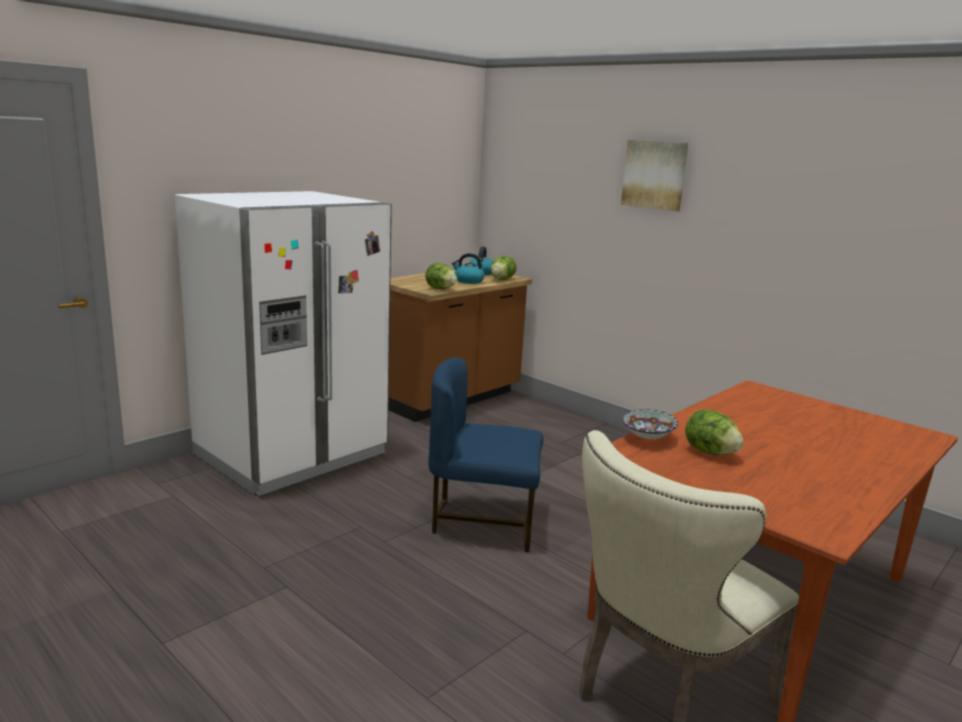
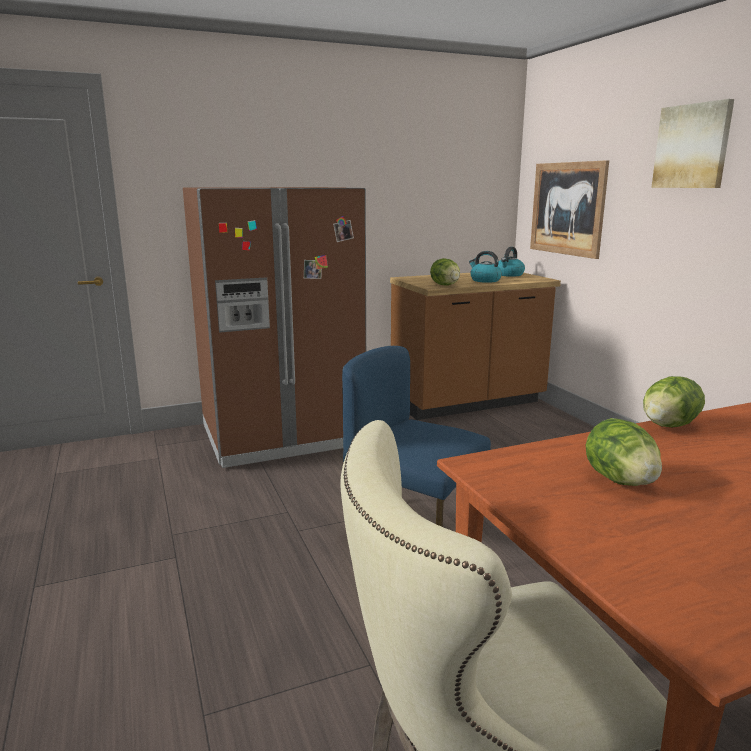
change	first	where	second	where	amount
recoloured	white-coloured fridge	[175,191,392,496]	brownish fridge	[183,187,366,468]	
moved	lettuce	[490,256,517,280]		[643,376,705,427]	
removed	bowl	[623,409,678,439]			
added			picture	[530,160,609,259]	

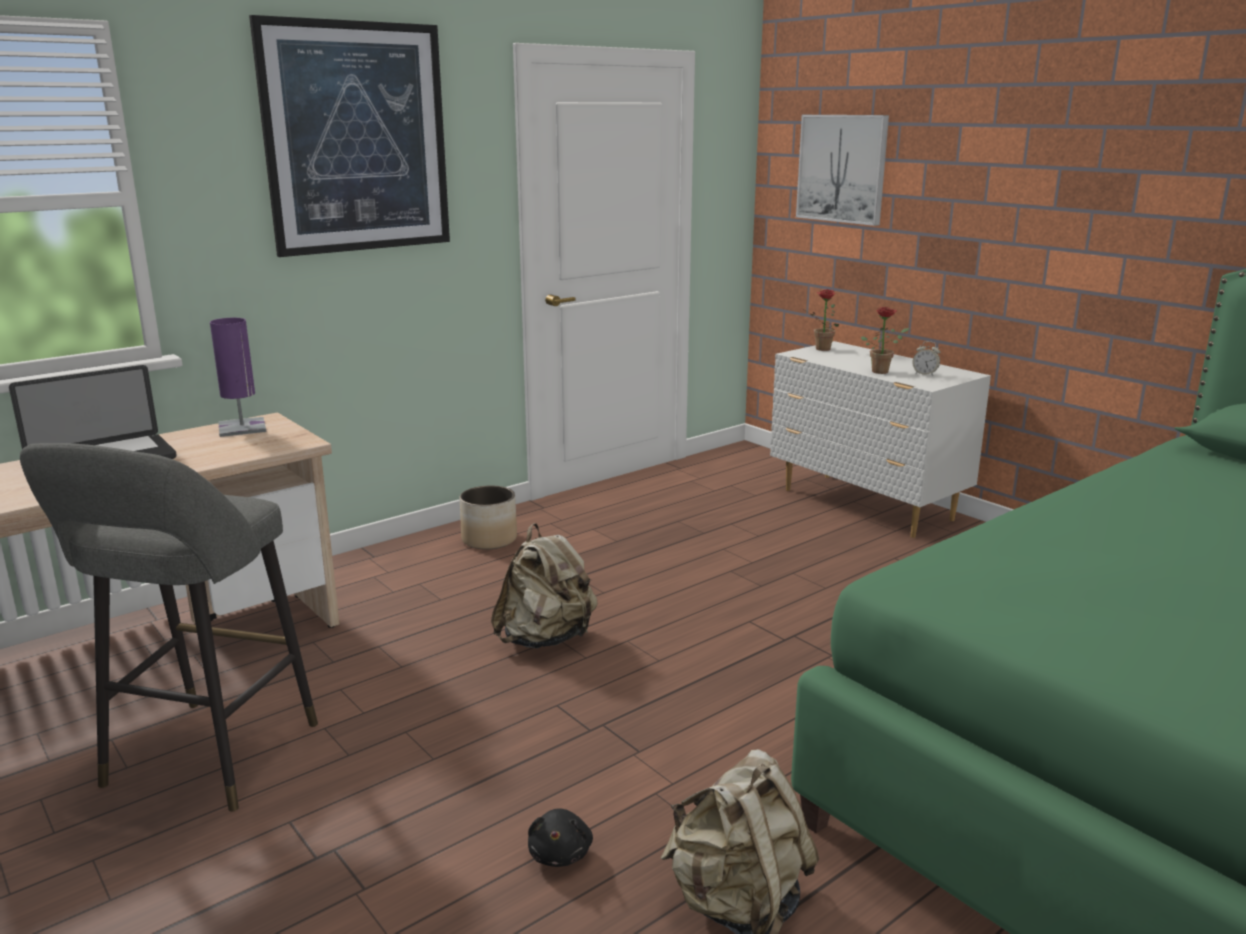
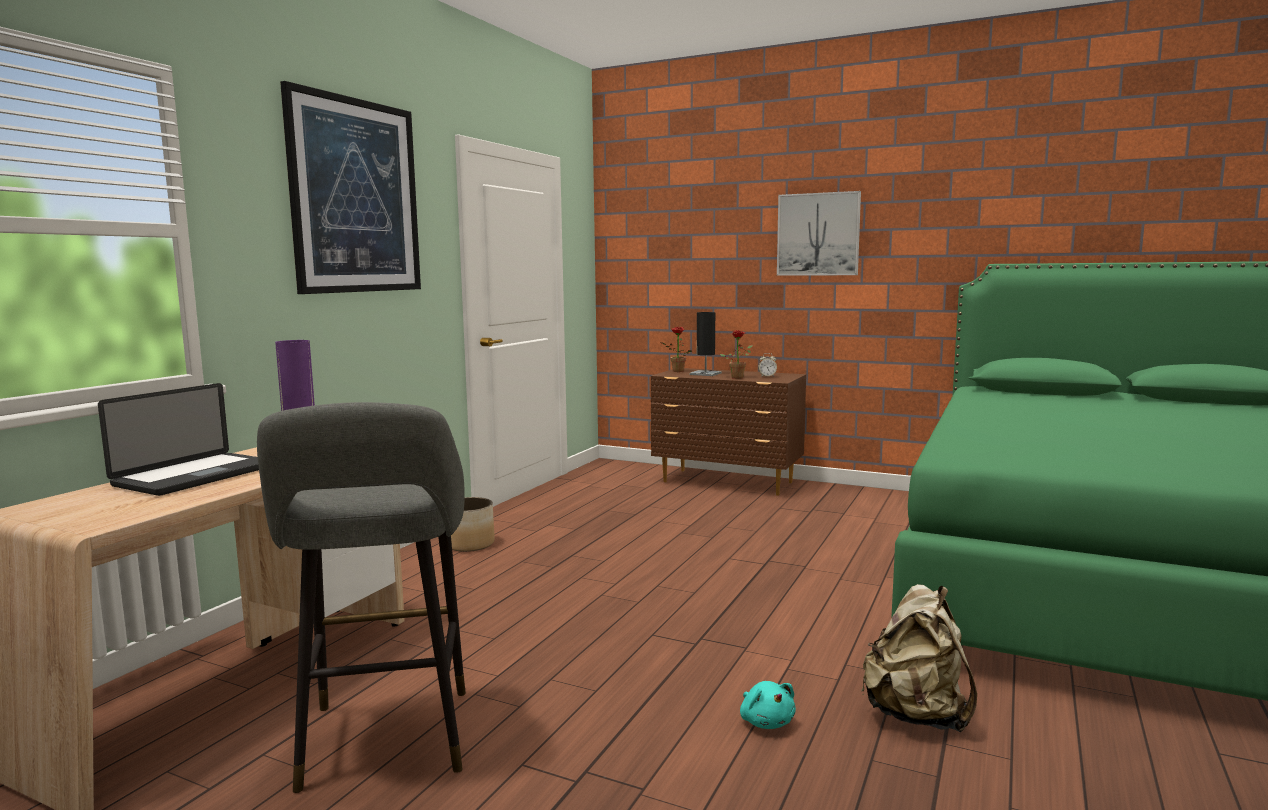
change	first	where	second	where	amount
moved	picture	[796,115,889,226]		[777,191,861,276]	
recoloured	white-coloured dresser	[770,341,991,538]	brownish dresser	[651,368,806,496]	
removed	beige backpack	[491,523,598,648]			
recoloured	blackish soft toy	[528,808,593,867]	blue-green soft toy	[740,681,796,729]	
added			blackish tabletop lamp	[690,312,722,376]	

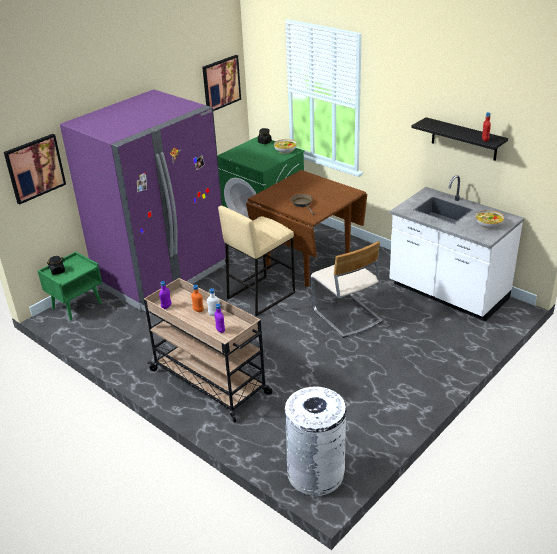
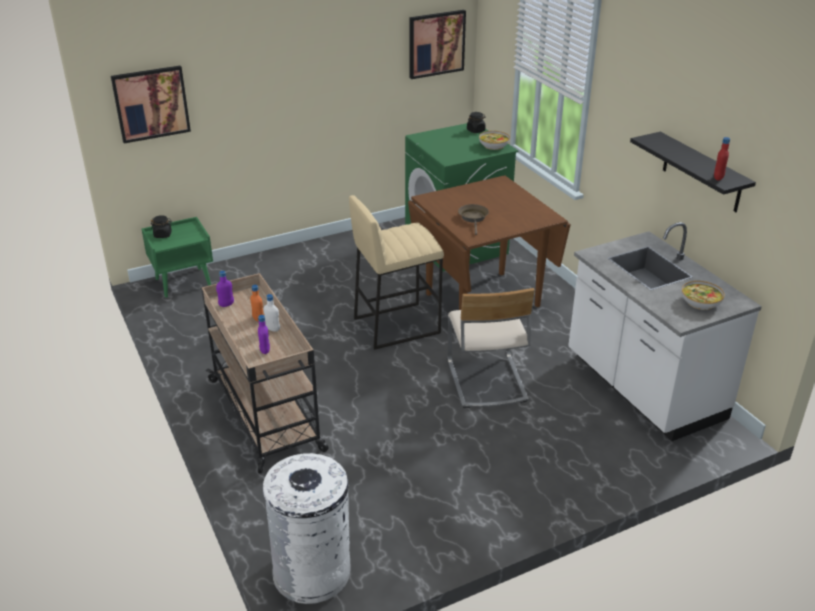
change	first	where	second	where	amount
removed	purplish fridge	[60,89,226,312]			

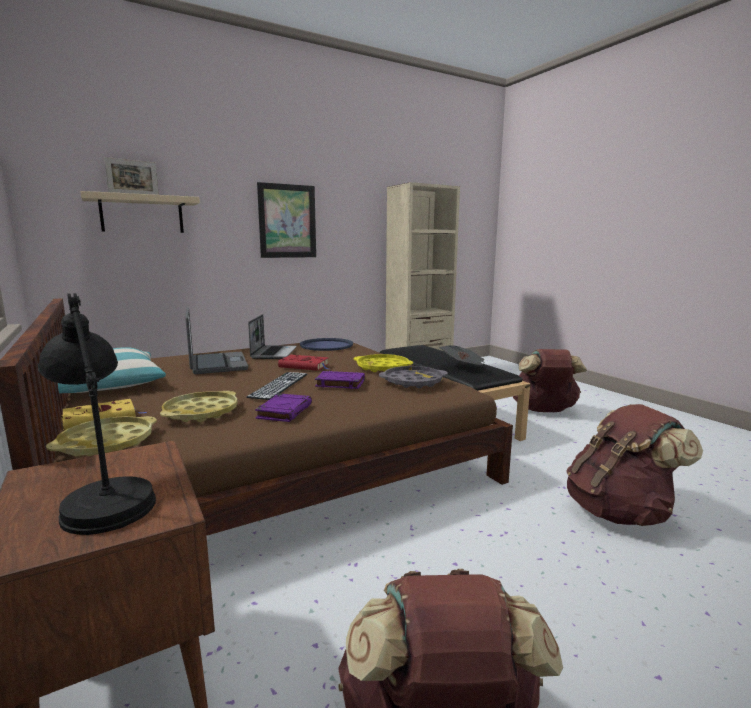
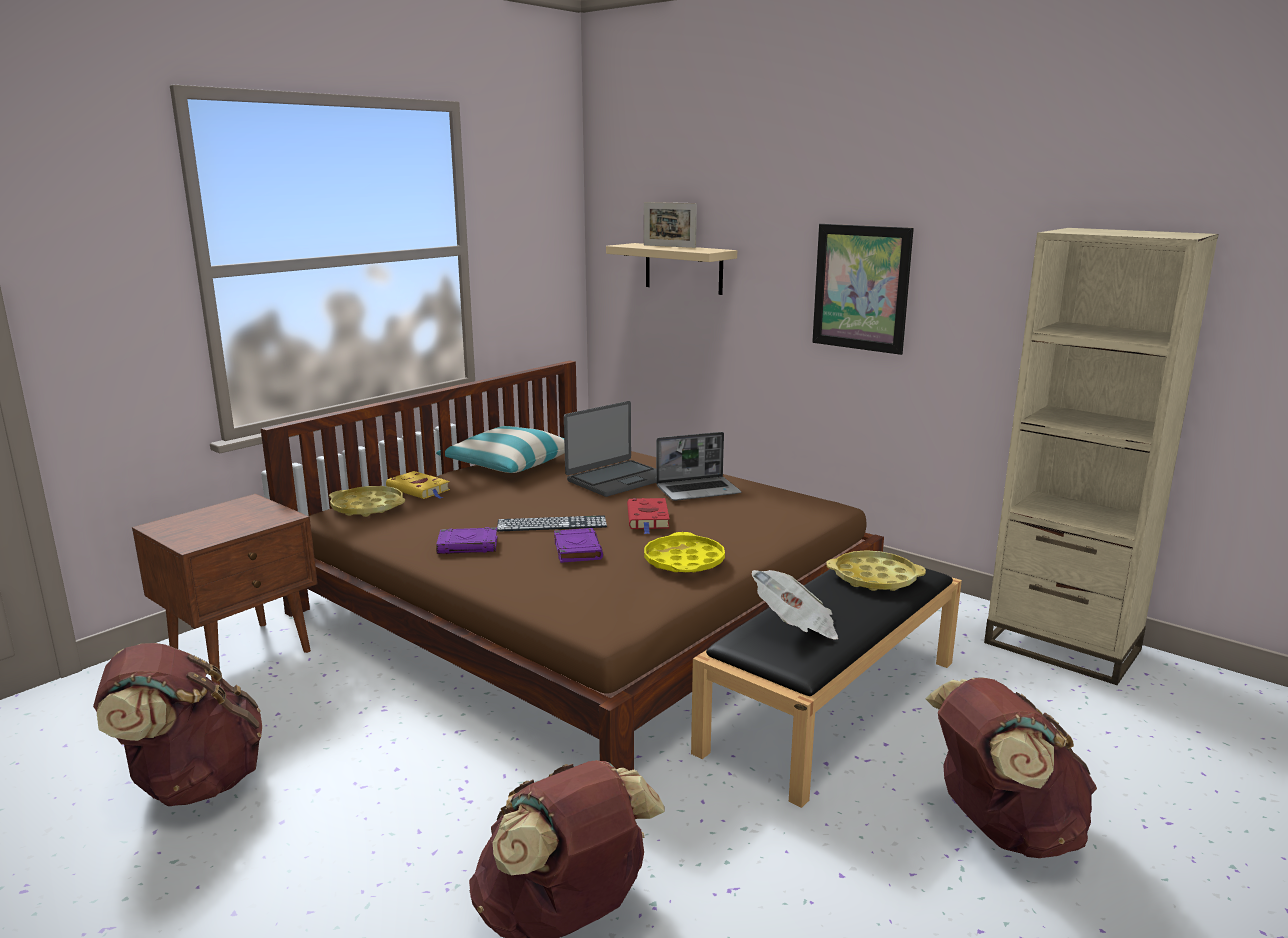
change	first	where	second	where	amount
removed	blackish tabletop lamp	[38,293,156,535]			
removed	blue serving tray	[300,338,353,351]			
removed	gray serving tray	[379,366,448,388]			
moved	yellow serving tray	[160,391,238,422]		[826,550,926,591]	

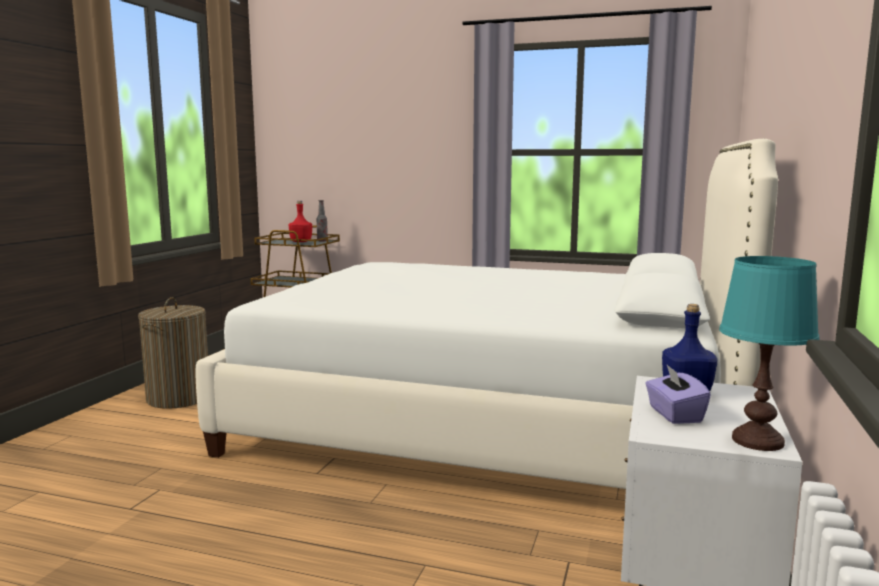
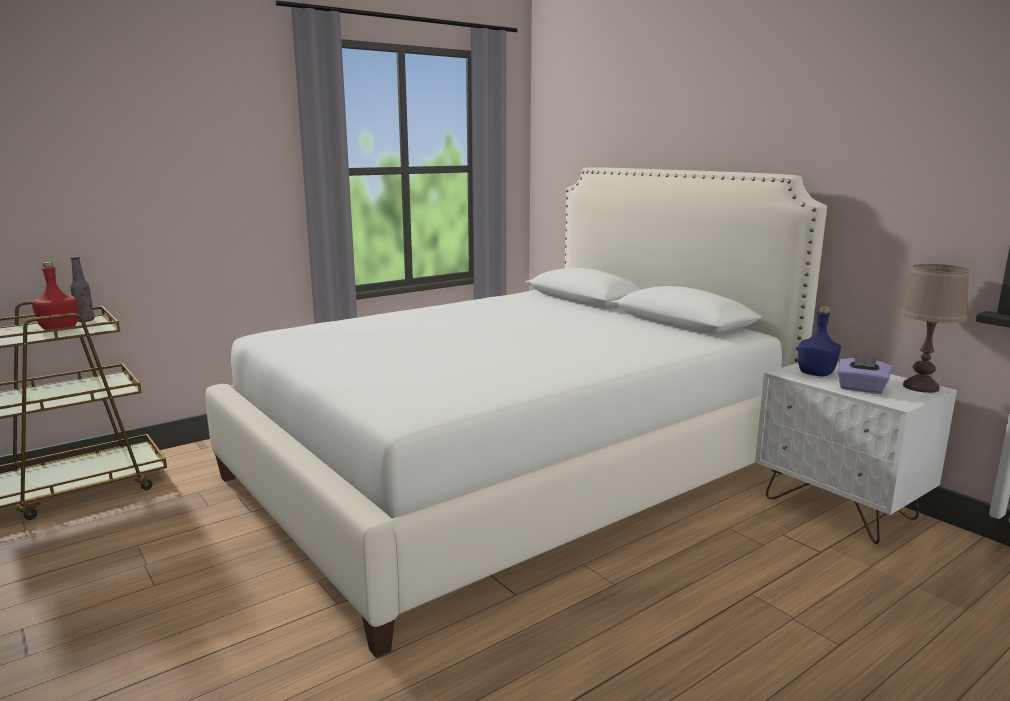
change	first	where	second	where	amount
recoloured	blue-green tabletop lamp	[719,256,819,451]	brownish tabletop lamp	[899,264,969,393]	
removed	washing basket	[138,297,208,409]			

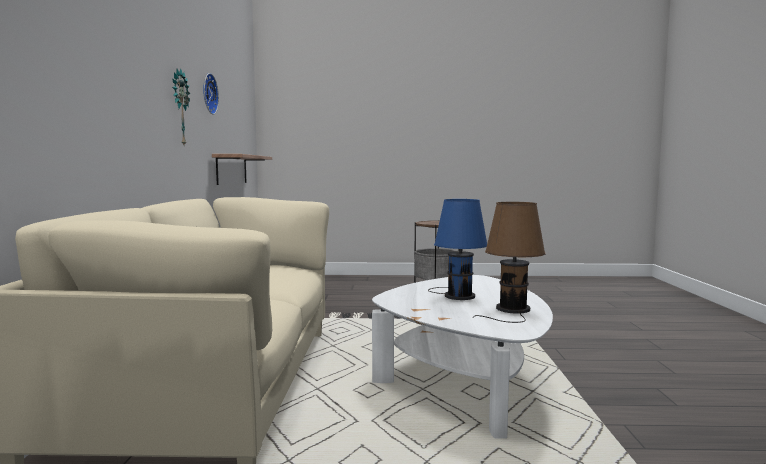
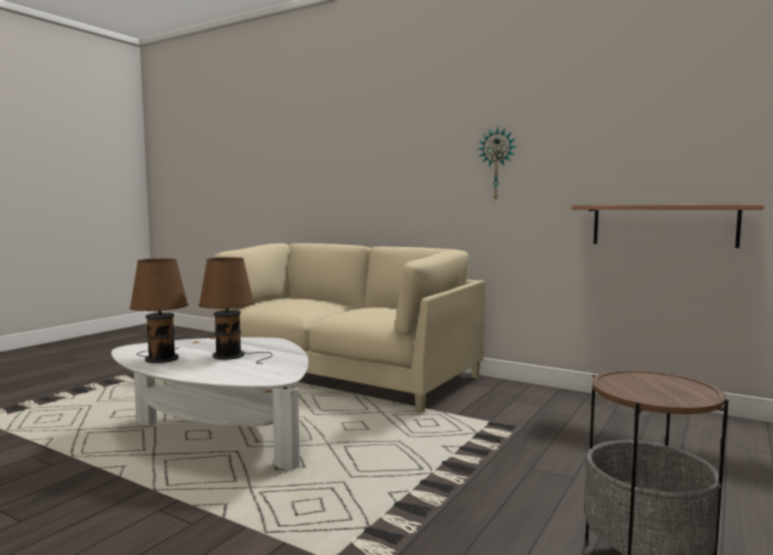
change	first	where	second	where	amount
removed	wall clock	[203,73,219,115]			
recoloured	blue tabletop lamp	[428,199,487,300]	brownish tabletop lamp	[199,257,273,364]	

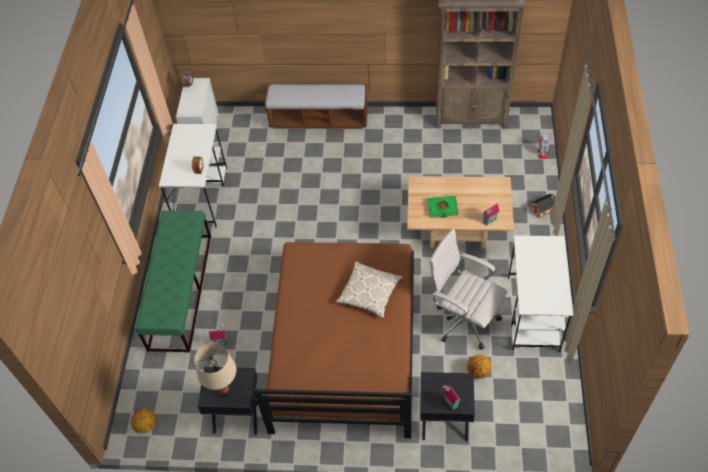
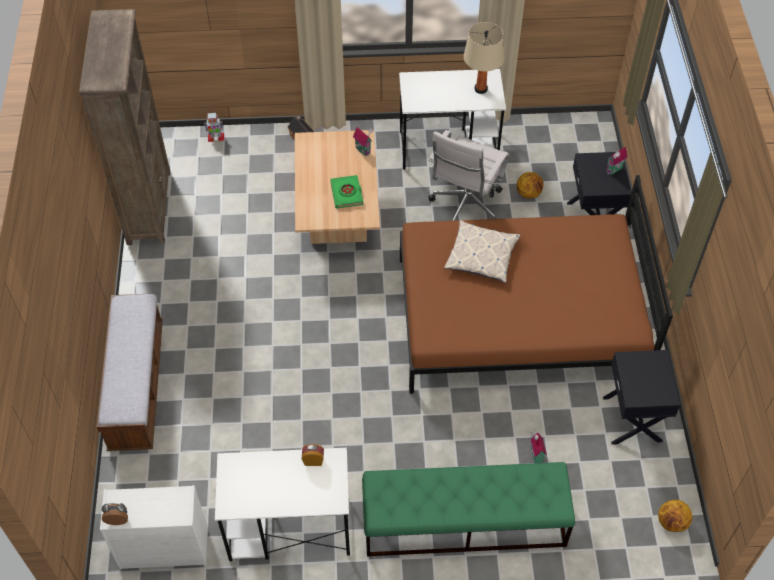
change	first	where	second	where	amount
moved	beige tabletop lamp	[194,343,236,396]		[464,22,504,94]	

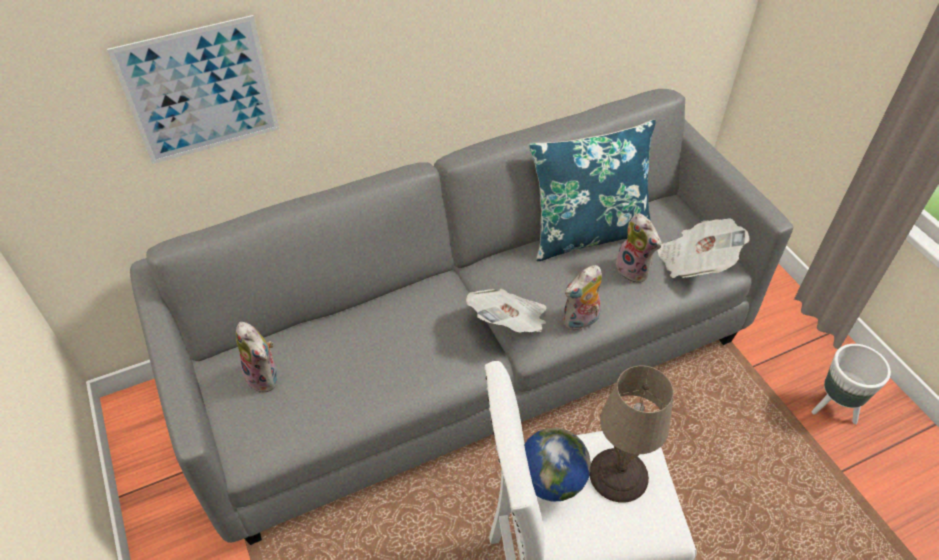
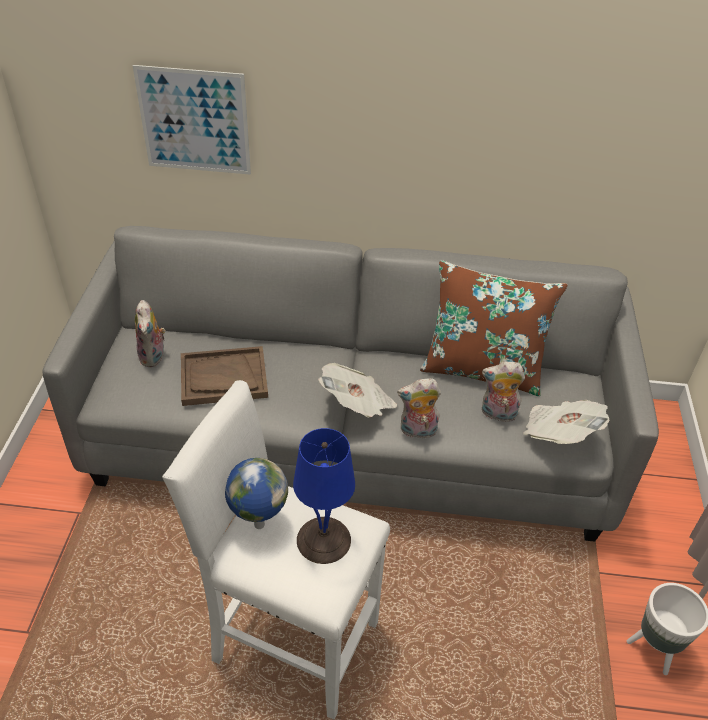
change	first	where	second	where	amount
recoloured	blue pillow	[529,120,656,261]	brownish pillow	[420,260,568,396]	
turned	soft toy	[614,214,662,283]		[482,362,525,422]	105 degrees clockwise
recoloured	beige tabletop lamp	[589,366,674,503]	blue tabletop lamp	[293,428,355,564]	
added			brownish serving tray	[181,346,268,406]	

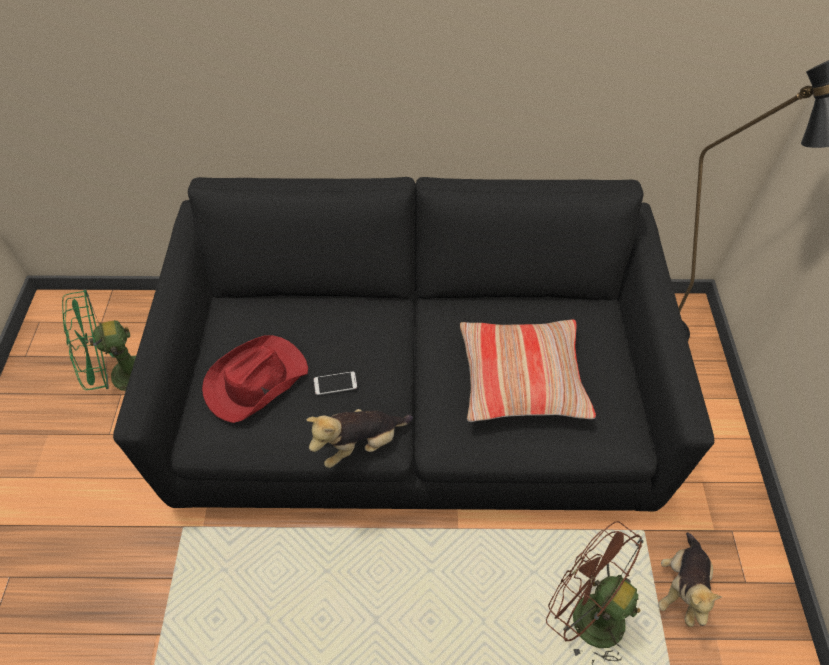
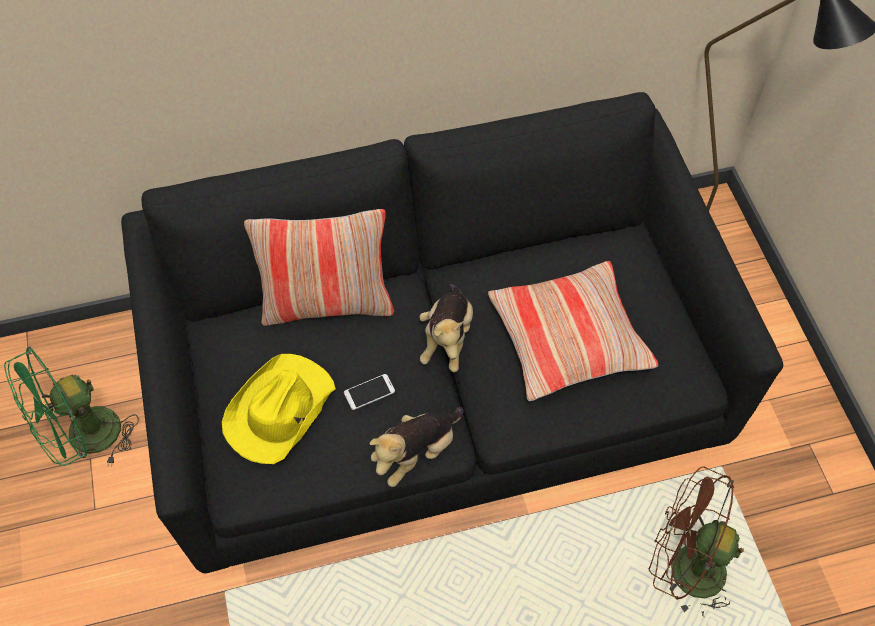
change	first	where	second	where	amount
recoloured	red-coloured clothing hat	[202,335,308,423]	yellow clothing hat	[222,354,336,464]	
moved	soft toy	[658,532,722,627]		[420,284,473,372]	
added			pillow	[244,209,394,326]	

